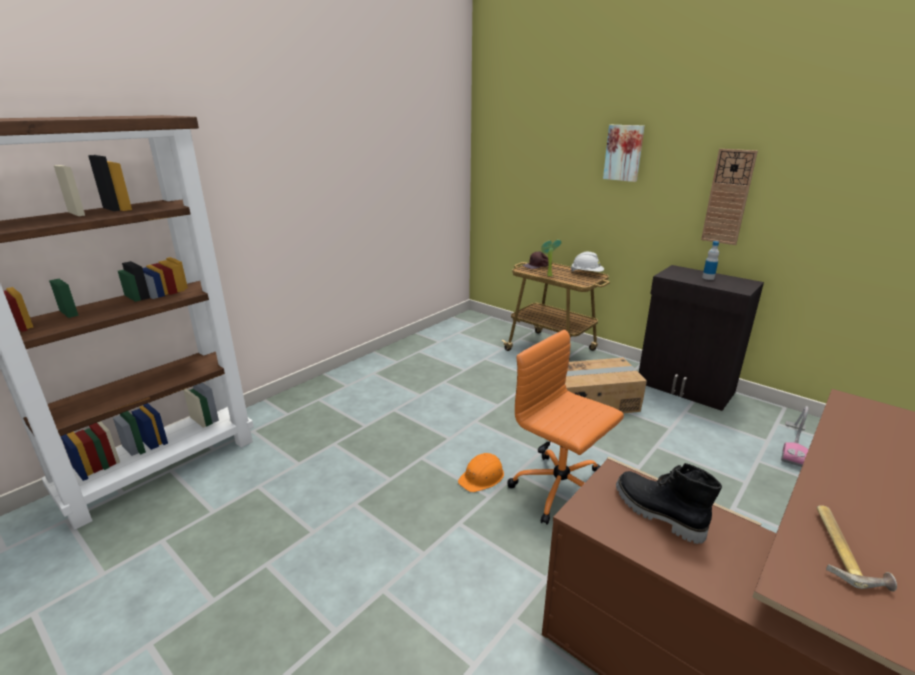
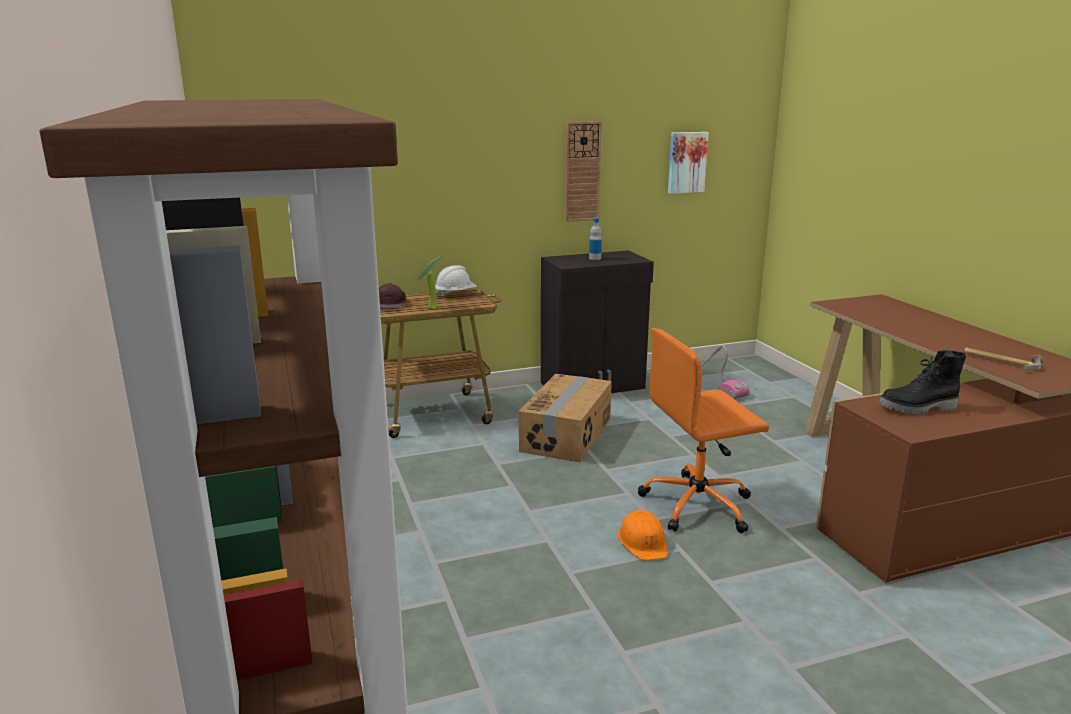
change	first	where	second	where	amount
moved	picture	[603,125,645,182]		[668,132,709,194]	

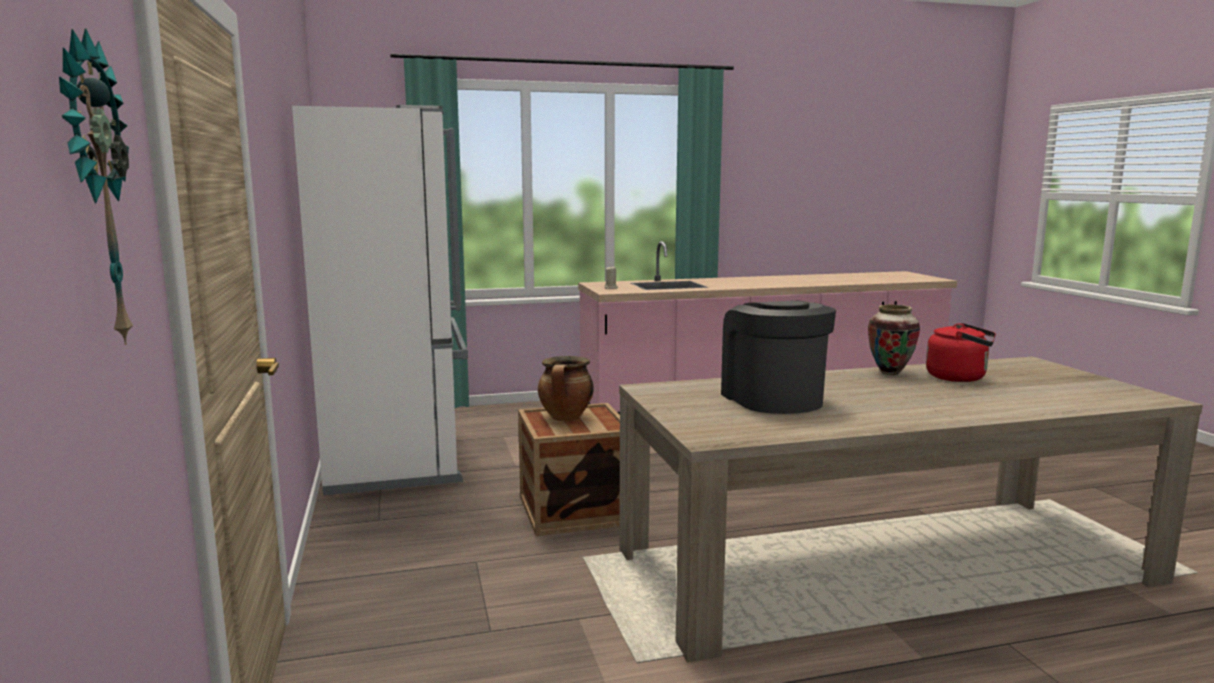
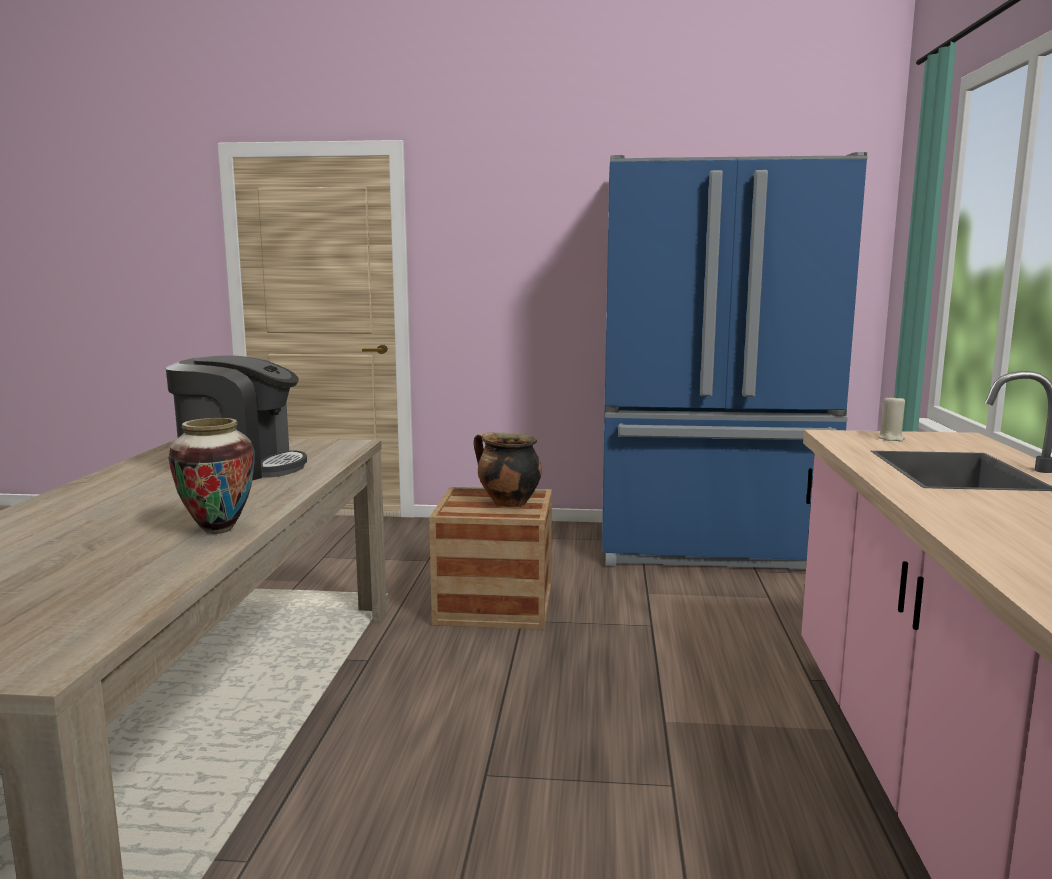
change	first	where	second	where	amount
removed	wall clock	[59,28,133,345]			
recoloured	white-coloured fridge	[292,105,468,495]	blue fridge	[602,152,868,569]	
removed	red-coloured water kettle	[926,323,996,382]			

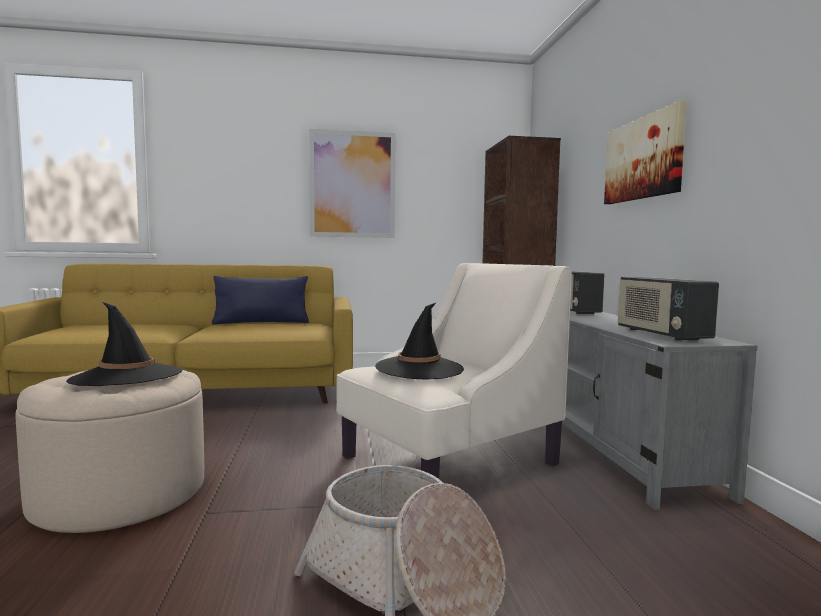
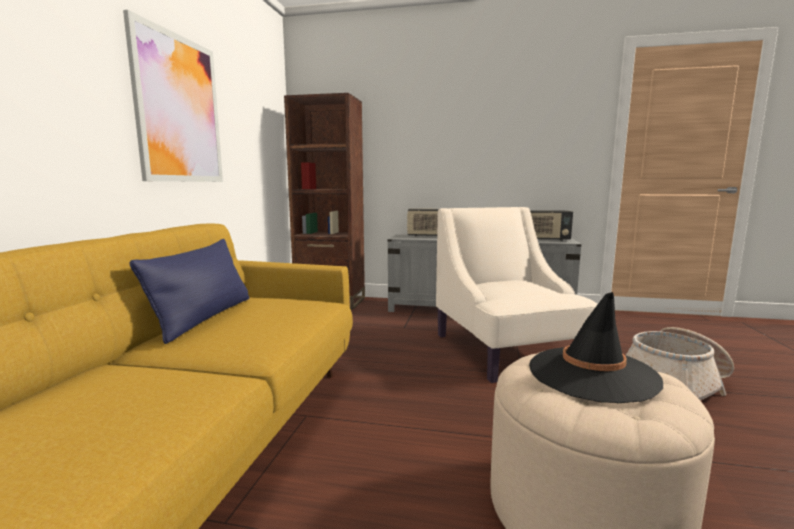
change	first	where	second	where	amount
removed	picture	[604,101,687,204]			
removed	blackish clothing hat	[375,302,464,379]			

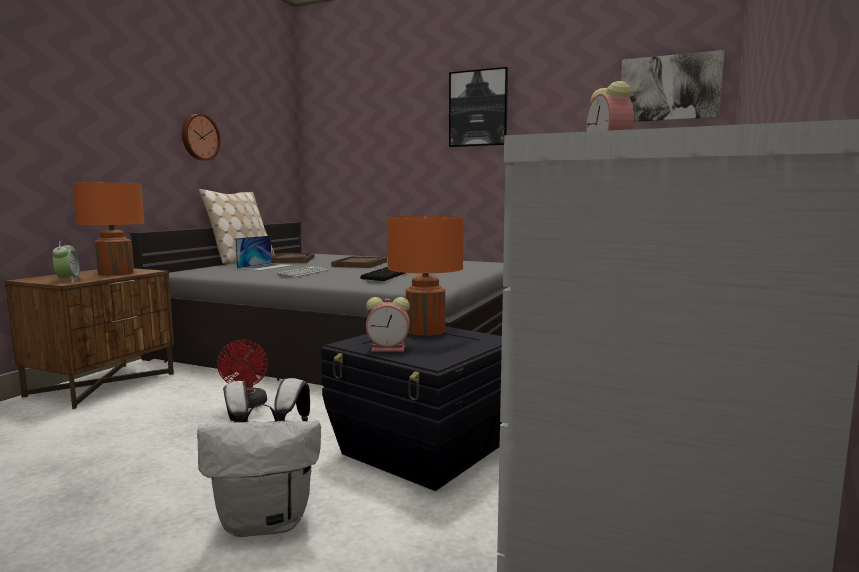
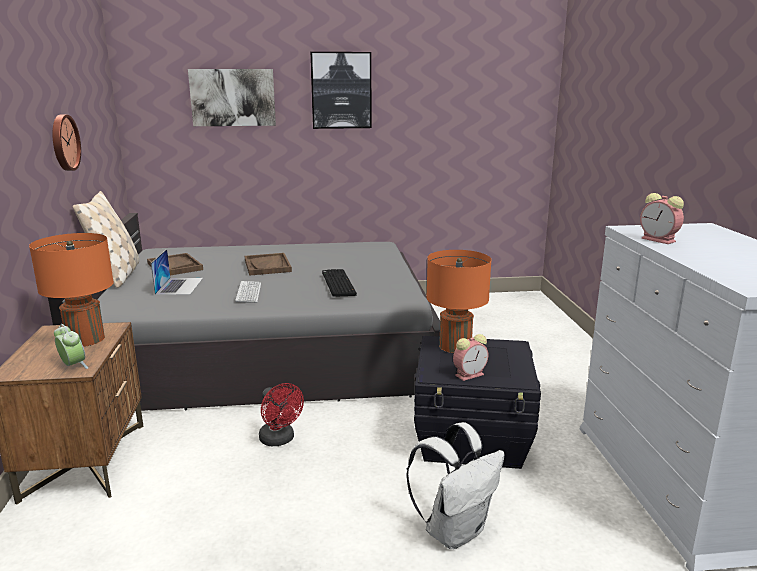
change	first	where	second	where	amount
moved	picture	[621,50,724,122]		[188,69,276,126]	

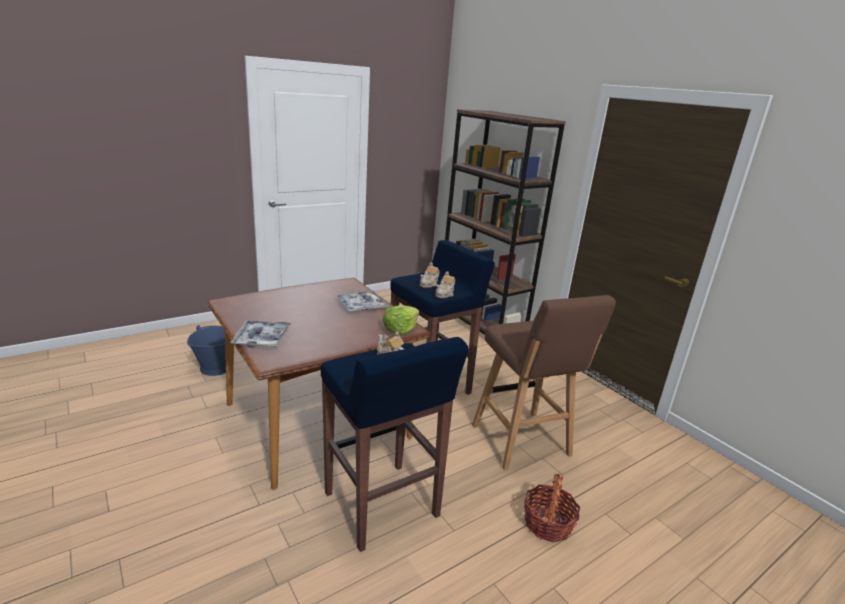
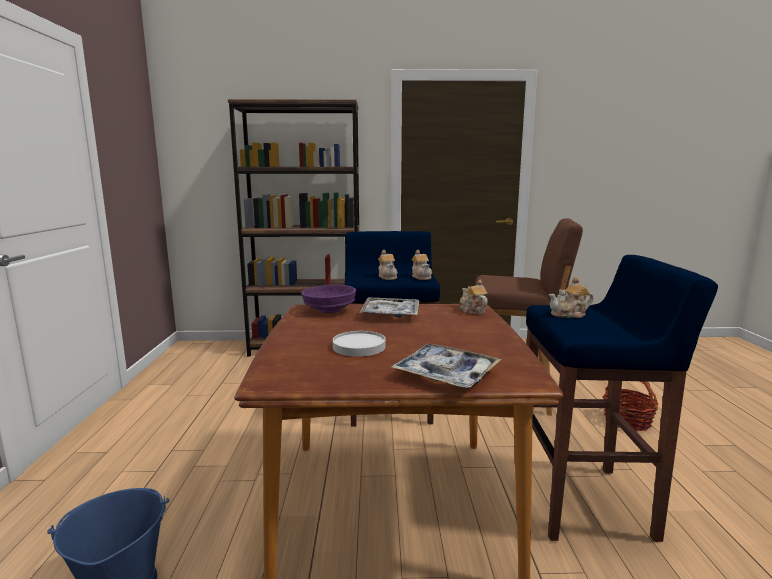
change	first	where	second	where	amount
replaced	lettuce	[383,306,419,335]	pot for tea	[460,280,487,314]	
added			purplish bowl	[301,285,356,313]	
added			white-coloured dinner plate	[333,331,386,357]	

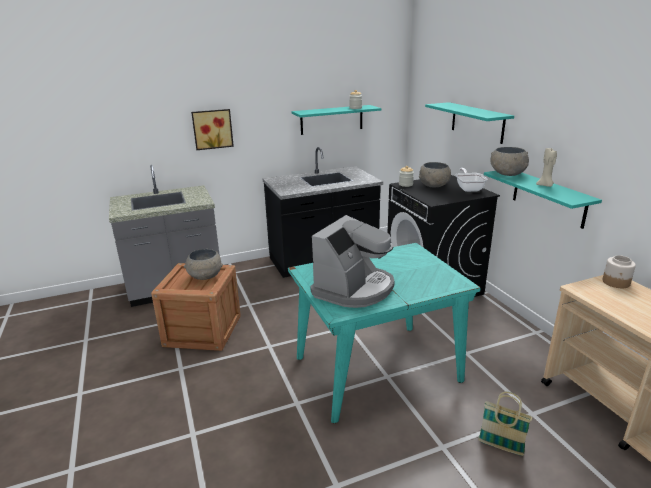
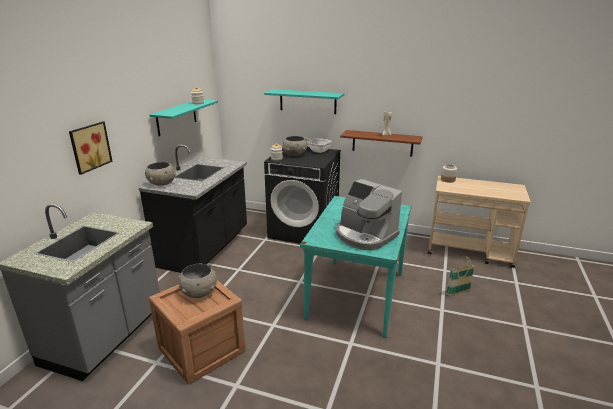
change	first	where	second	where	amount
moved	gray bowl	[490,147,529,176]		[145,162,176,186]	
recoloured	blue-green bracket shelf	[484,171,602,229]	brownish bracket shelf	[340,130,423,157]	
turned	coffee machine	[310,215,394,308]		[336,179,402,250]	150 degrees clockwise

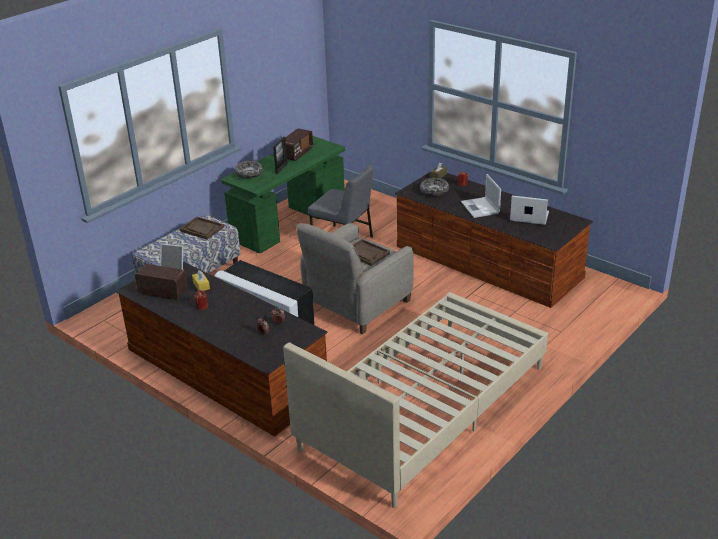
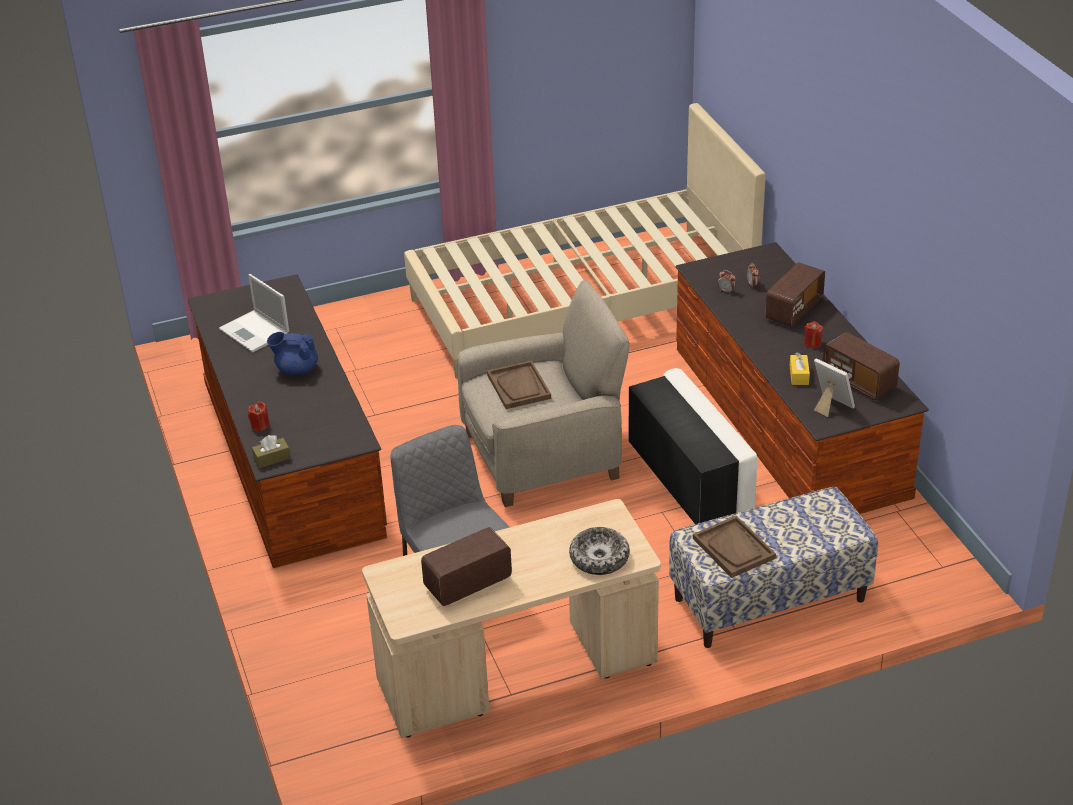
change	first	where	second	where	amount
recoloured	green desk	[221,136,345,254]	beige desk	[362,499,661,738]	
removed	photo frame	[273,137,287,174]			
replaced	notebook computer	[461,174,501,218]	blue pot for tea	[267,332,318,375]	
removed	bowl	[420,178,449,197]			
added			radio set	[765,262,825,327]	

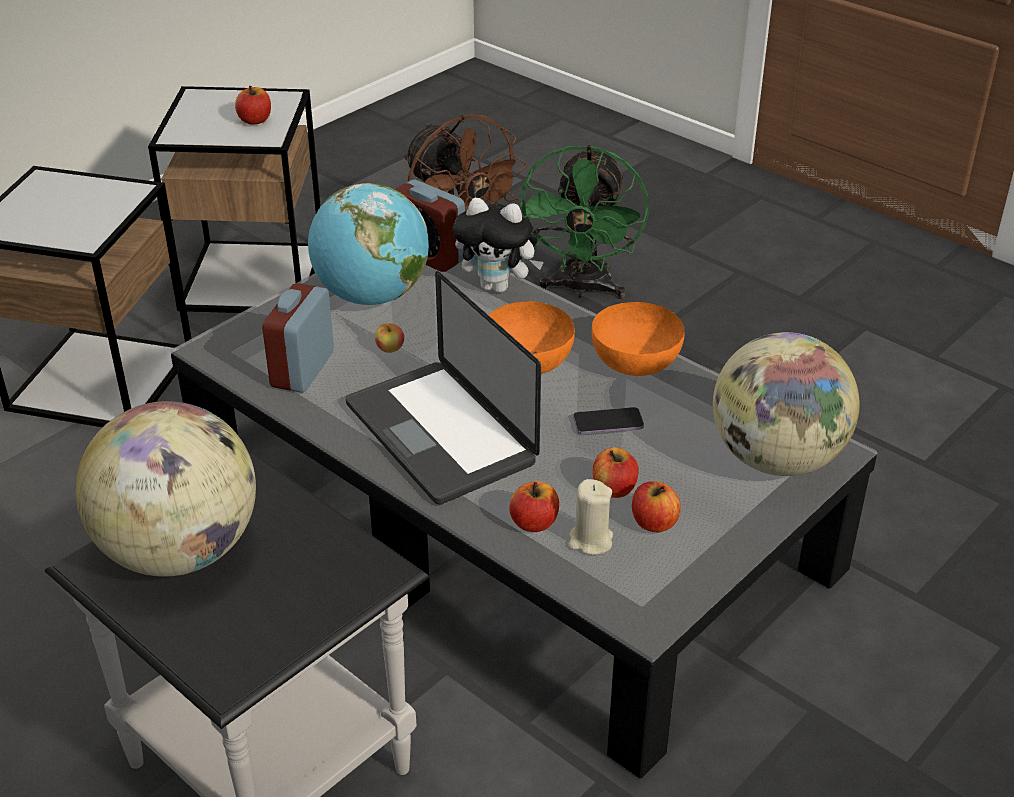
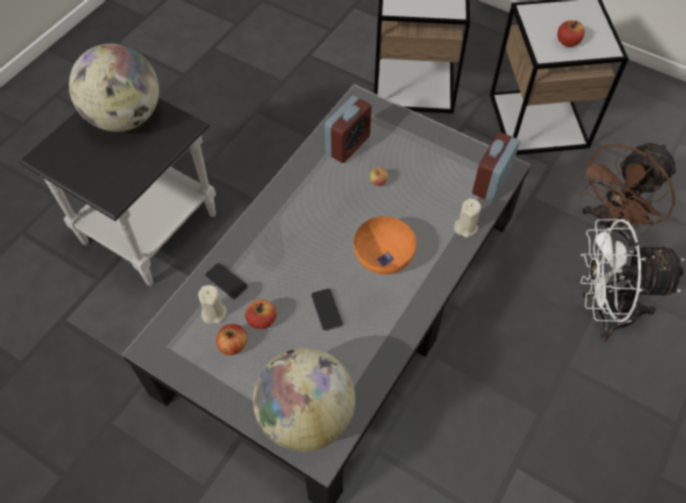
change	first	where	second	where	amount
recoloured	green cooling fan	[520,145,649,299]	white-coloured cooling fan	[580,219,685,341]	
removed	desk globe	[308,183,429,305]			
replaced	soft toy	[453,198,544,293]	beige wax light	[454,198,481,238]	
removed	notebook computer	[346,271,541,505]			
turned	bedside clock	[262,283,334,393]		[325,96,372,163]	120 degrees clockwise
removed	orange bowl	[592,302,685,376]			
replaced	whole apple	[509,481,559,532]	phone	[205,263,248,300]	

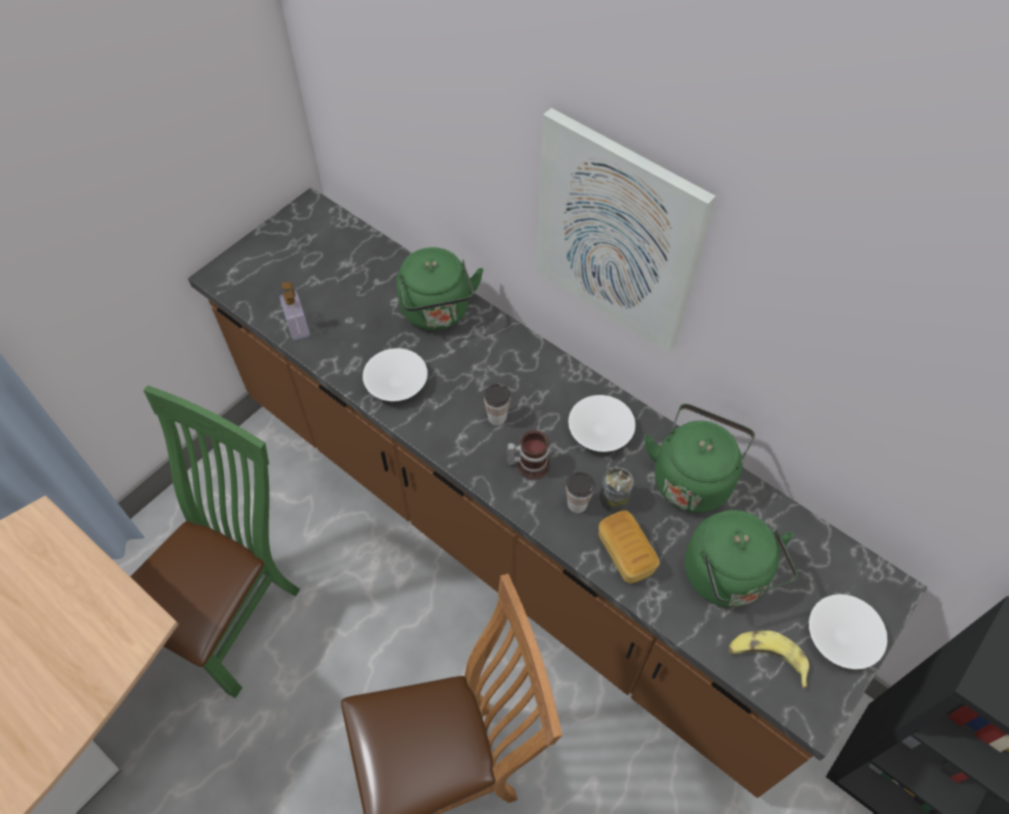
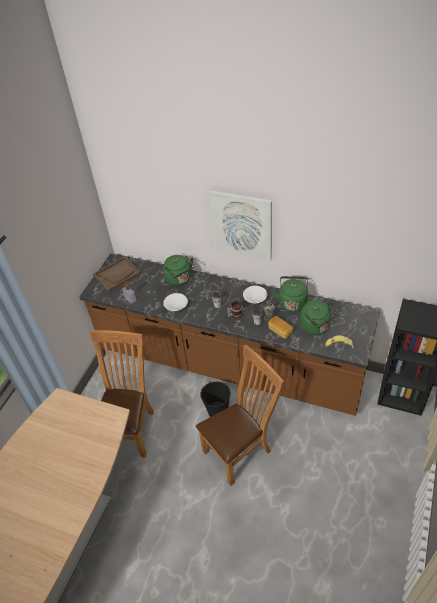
change	first	where	second	where	amount
recoloured	green plain chair	[130,385,300,698]	brownish plain chair	[88,330,154,458]	
removed	white-coloured bowl	[809,594,887,669]			
added			brownish serving tray	[93,257,142,292]	
added			blackish pail	[200,381,231,417]	

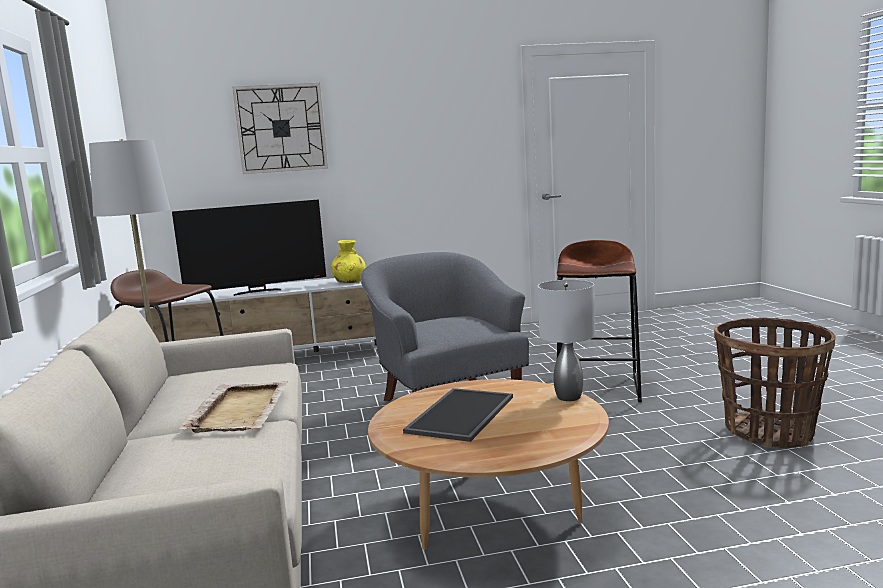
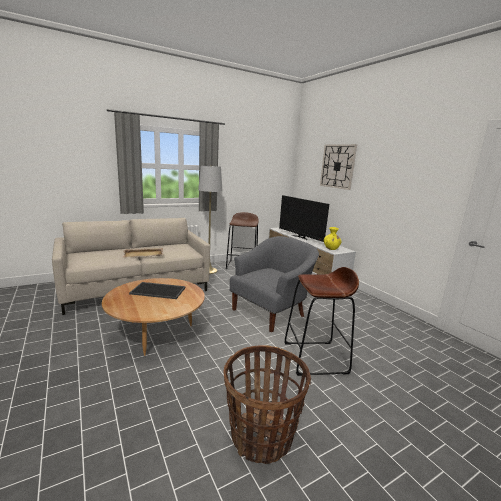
change	first	where	second	where	amount
removed	gray tabletop lamp	[538,280,595,401]			

